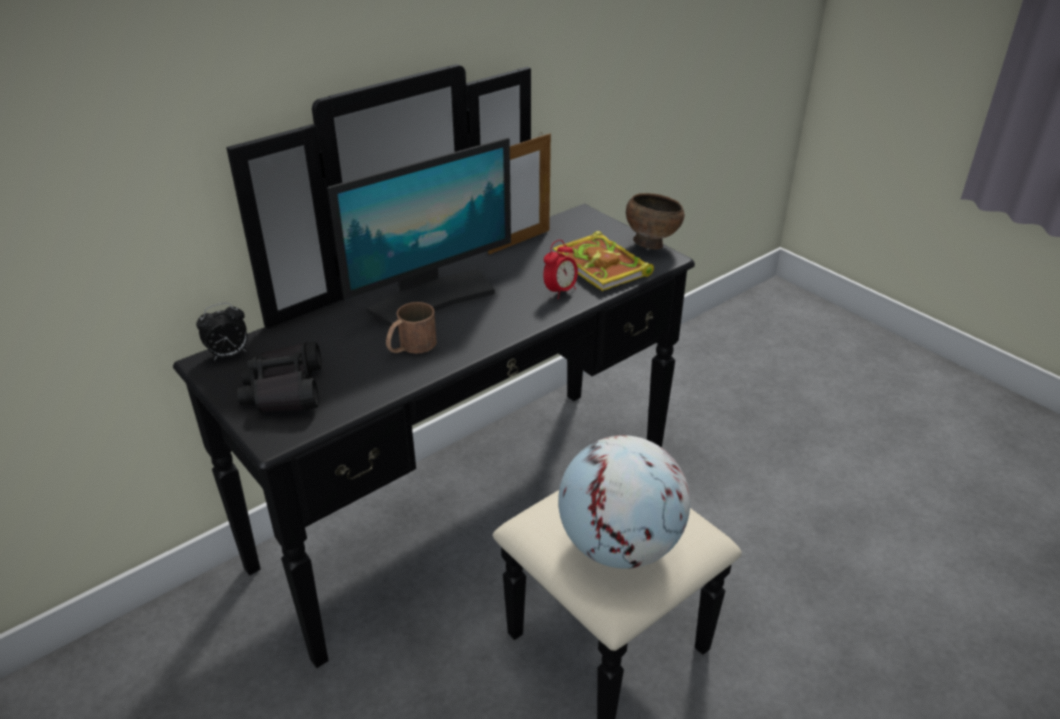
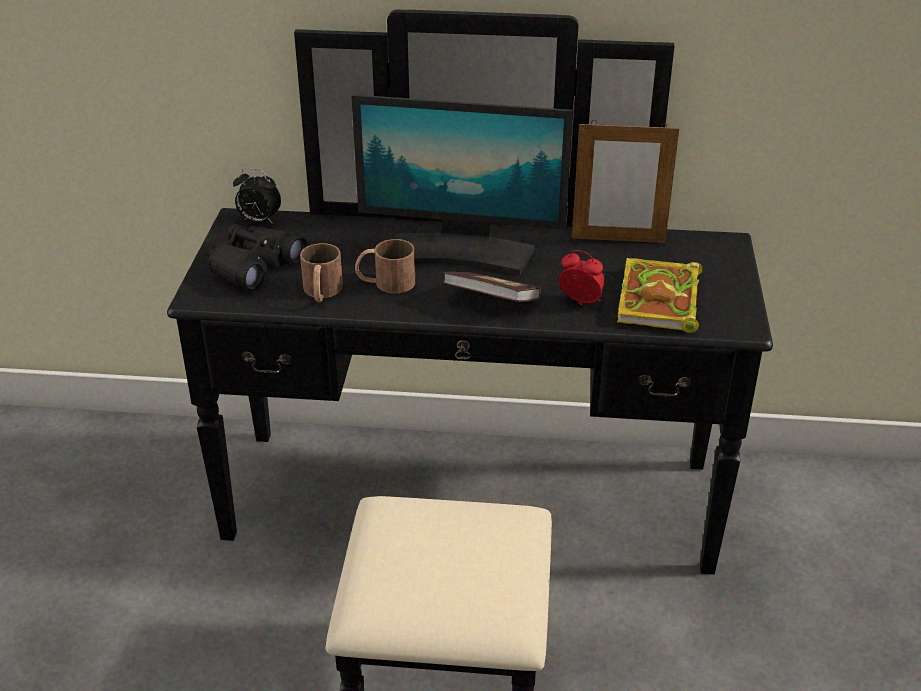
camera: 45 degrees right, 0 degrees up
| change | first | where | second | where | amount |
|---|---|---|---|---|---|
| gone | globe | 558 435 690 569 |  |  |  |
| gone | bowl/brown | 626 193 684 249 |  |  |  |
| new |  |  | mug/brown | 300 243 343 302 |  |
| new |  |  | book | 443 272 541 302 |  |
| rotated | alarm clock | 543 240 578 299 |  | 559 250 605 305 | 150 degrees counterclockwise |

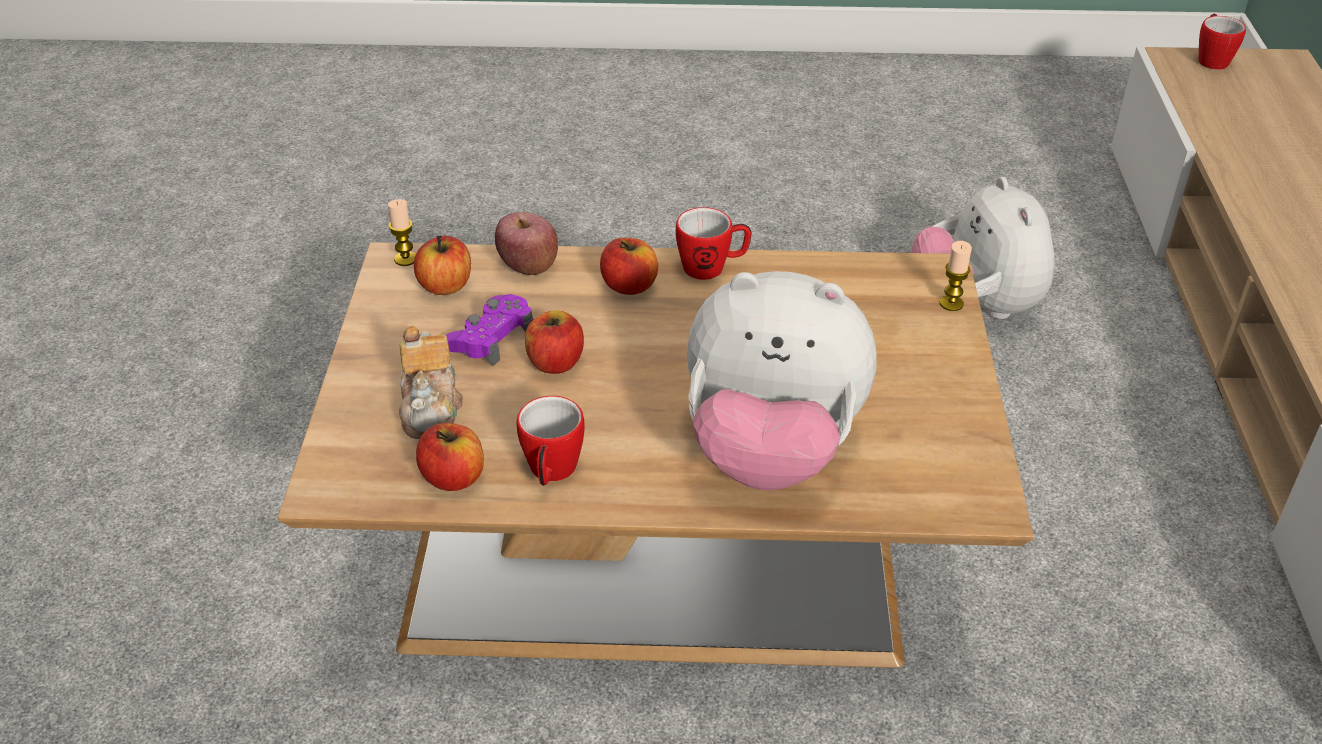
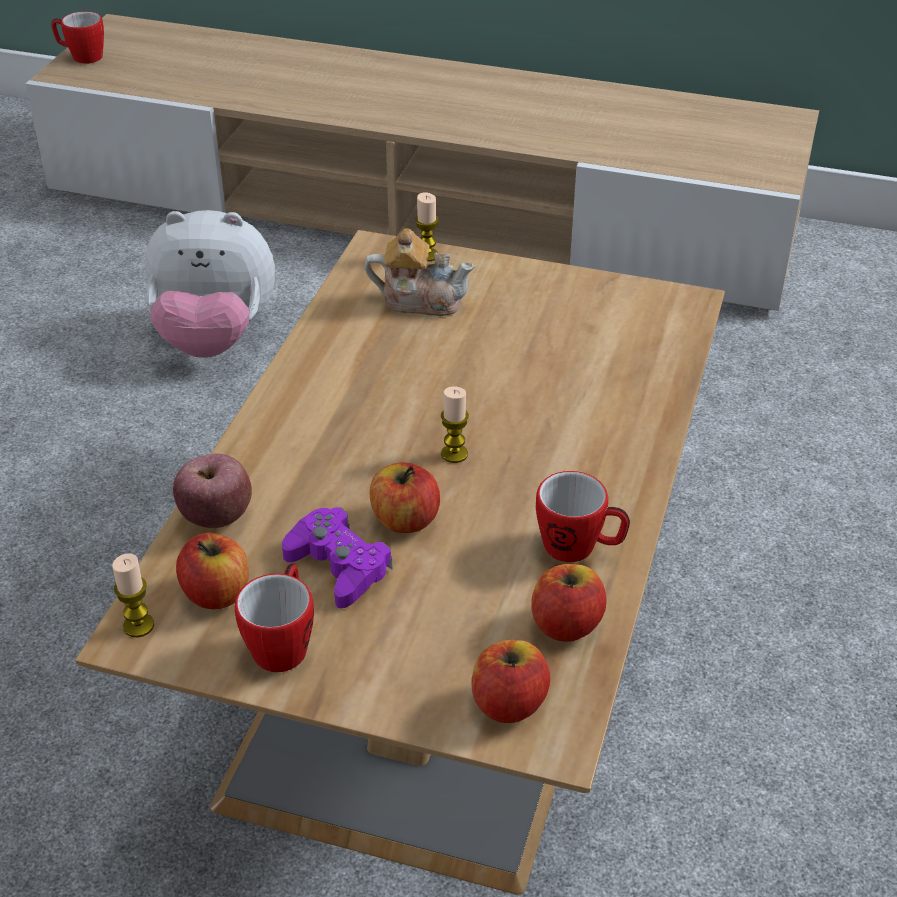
camera: 75 degrees left, 0 degrees up
| change | first | where | second | where | amount |
|---|---|---|---|---|---|
| gone | plush toy | 687 271 877 490 |  |  |  |
| new |  |  | candle | 441 386 469 463 |  |
| shifted | teapot | 399 326 463 439 |  | 365 229 474 316 |  |
| shifted | apple | 600 238 658 295 |  | 471 640 550 723 |  |
| shifted | mug | 676 207 751 280 |  | 235 563 314 672 |  |

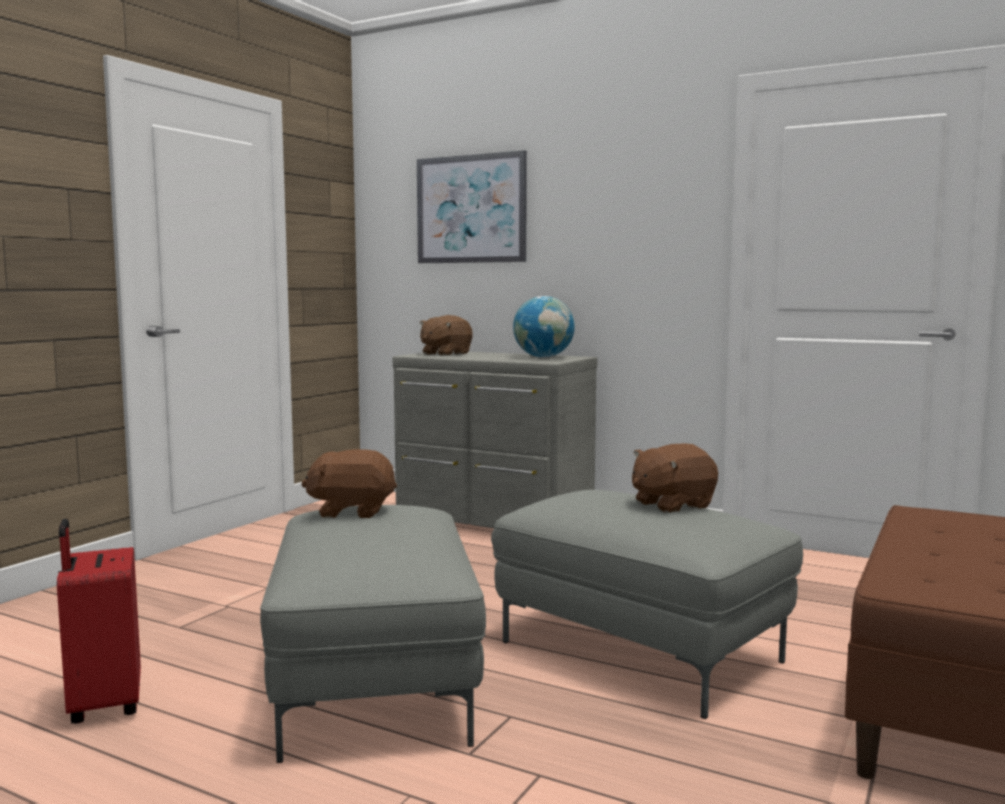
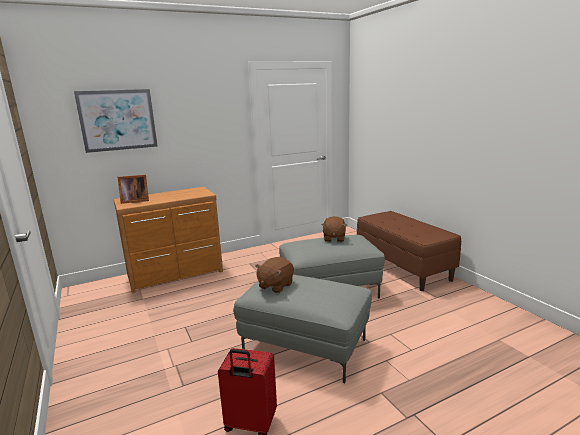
camera: 55 degrees left, 10 degrees up
| change | first | where | second | where | amount |
|---|---|---|---|---|---|
| gone | globe | 513 296 575 358 |  |  |  |
| swapped | plush toy/brown | 420 315 473 356 | picture frame | 118 175 149 204 |  |
| repainted | dresser/grey | 393 351 597 528 | dresser/brown | 114 187 223 293 |  |

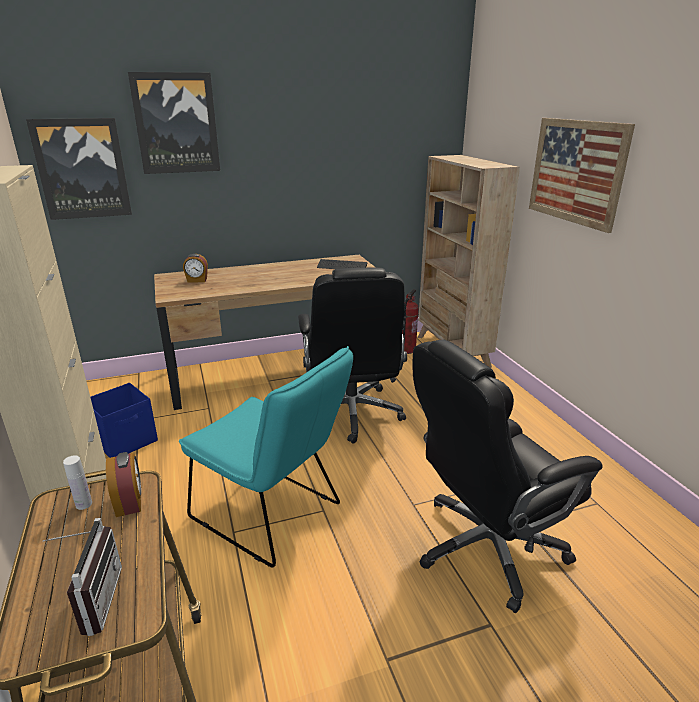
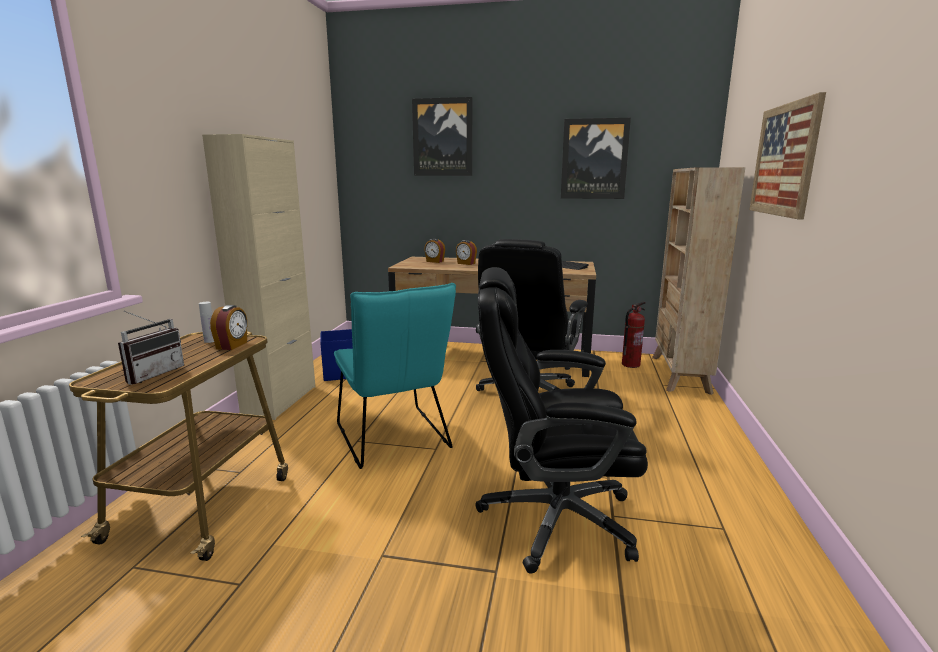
camera: 30 degrees right, 10 degrees down
| change | first | where | second | where | amount |
|---|---|---|---|---|---|
| new |  |  | alarm clock | 456 240 477 265 |  |
| shifted | picture | 26 118 132 220 |  | 561 118 631 199 |  |

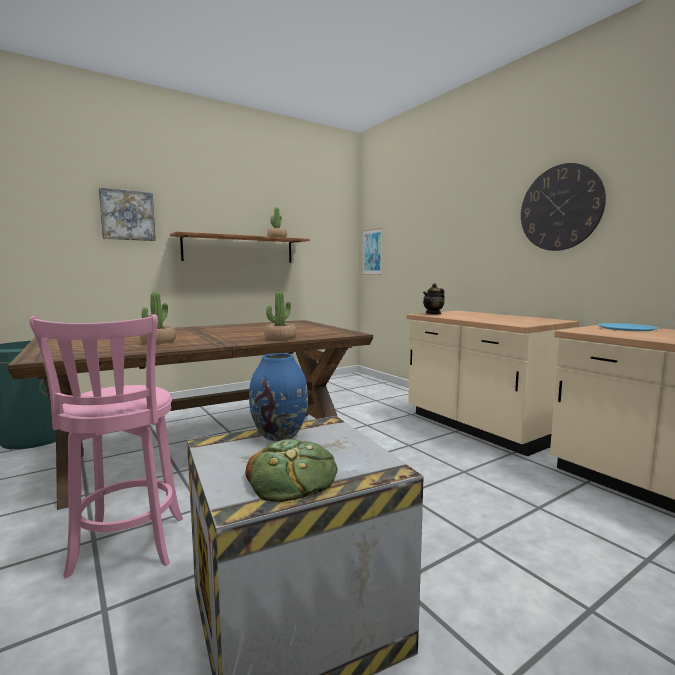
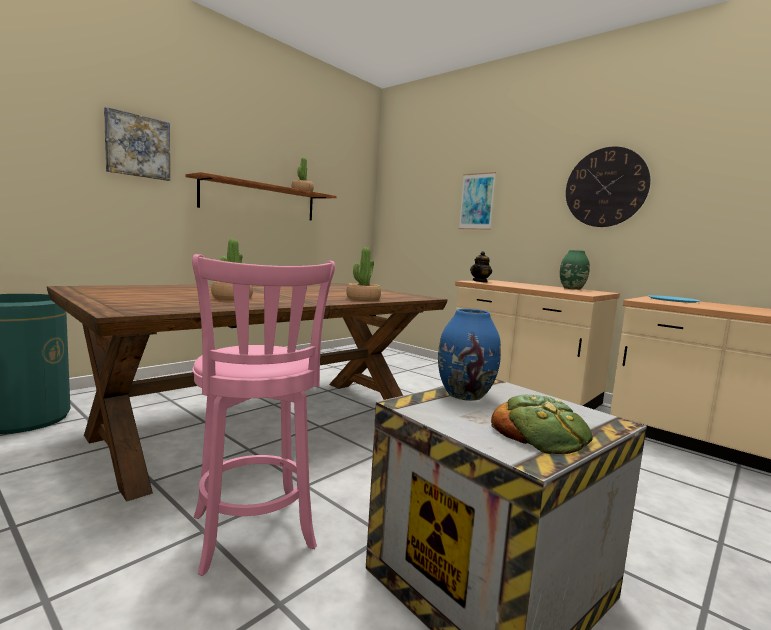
camera: 15 degrees left, 0 degrees up
| change | first | where | second | where | amount |
|---|---|---|---|---|---|
| new |  |  | vase/green | 560 250 590 290 |  |
| shifted | picture | 363 228 382 275 |  | 459 172 496 230 |  |

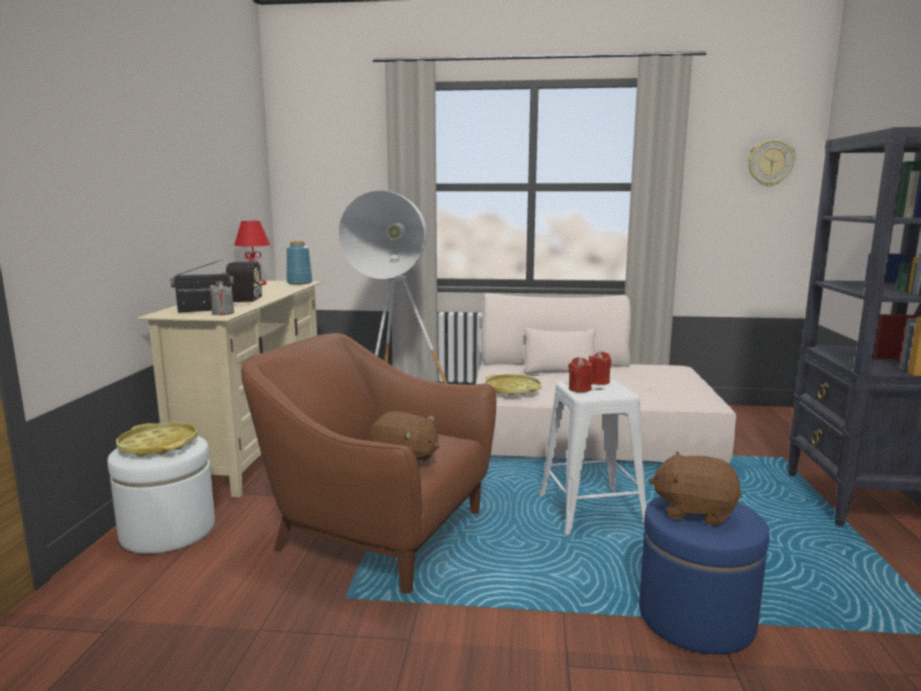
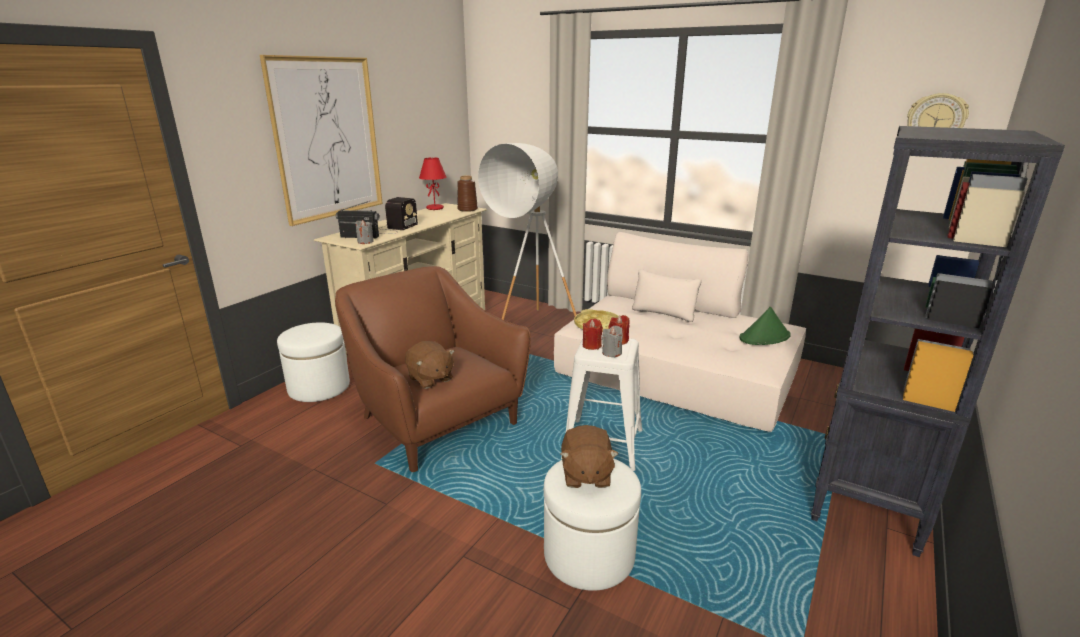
camera: 25 degrees right, 10 degrees up
| change | first | where | second | where | amount |
|---|---|---|---|---|---|
| gone | tray/yellow | 116 422 198 457 |  |  |  |
| new |  |  | picture | 260 55 383 226 |  |
| new |  |  | candle/grey | 602 326 623 357 |  |
| new |  |  | hat/green | 740 307 791 345 |  |
| repainted | vase/blue | 287 241 312 284 | vase/brown | 457 176 478 212 |  |
| repainted | ottoman/blue | 639 496 769 655 | ottoman/white | 544 458 641 591 |  |
| rotated | plush toy/brown | 649 451 742 526 |  | 561 425 618 488 | 135 degrees counterclockwise |

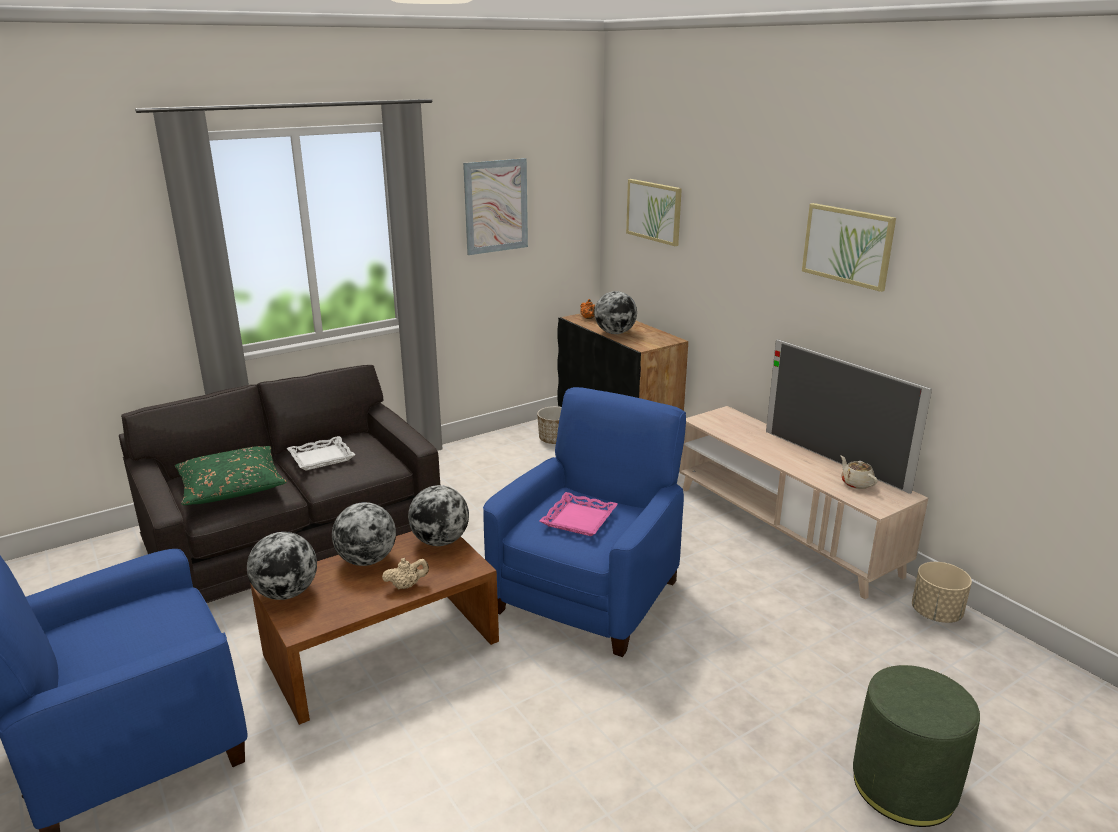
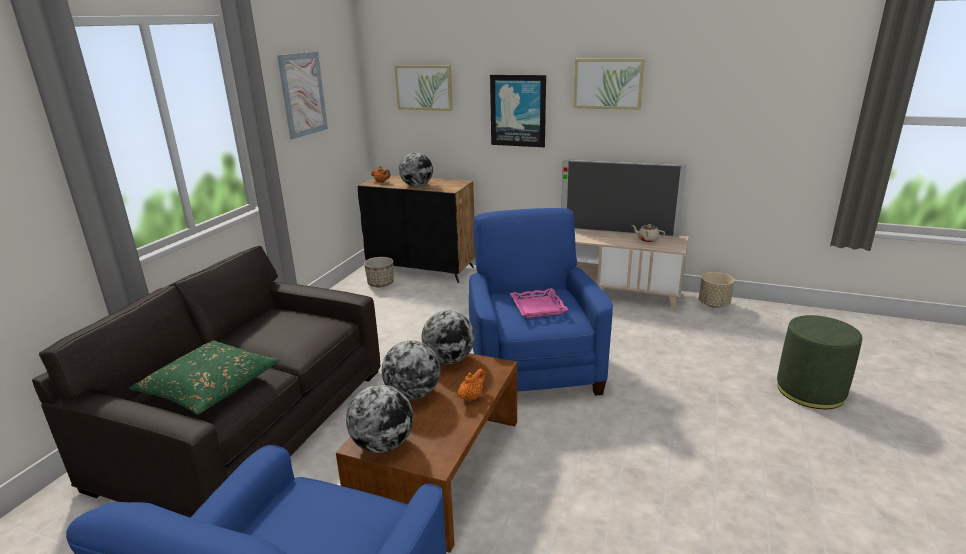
camera: 35 degrees left, 0 degrees up
| change | first | where | second | where | amount |
|---|---|---|---|---|---|
| gone | tray/white | 287 436 355 470 |  |  |  |
| new |  |  | picture | 490 75 546 147 |  |
| repainted | teapot/beige | 382 558 429 589 | teapot/orange | 457 369 485 402 |  |

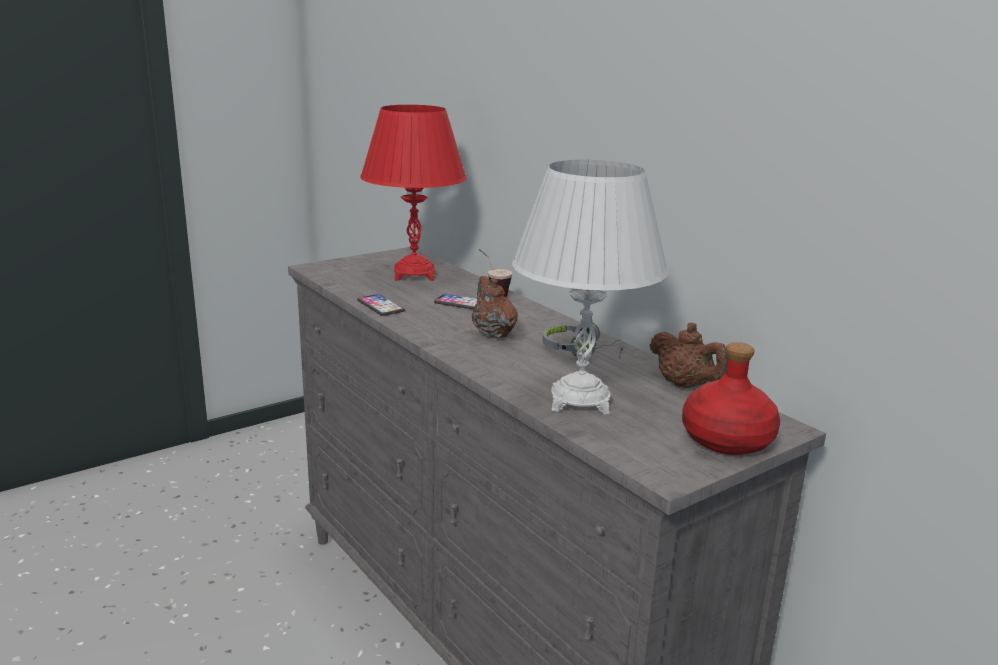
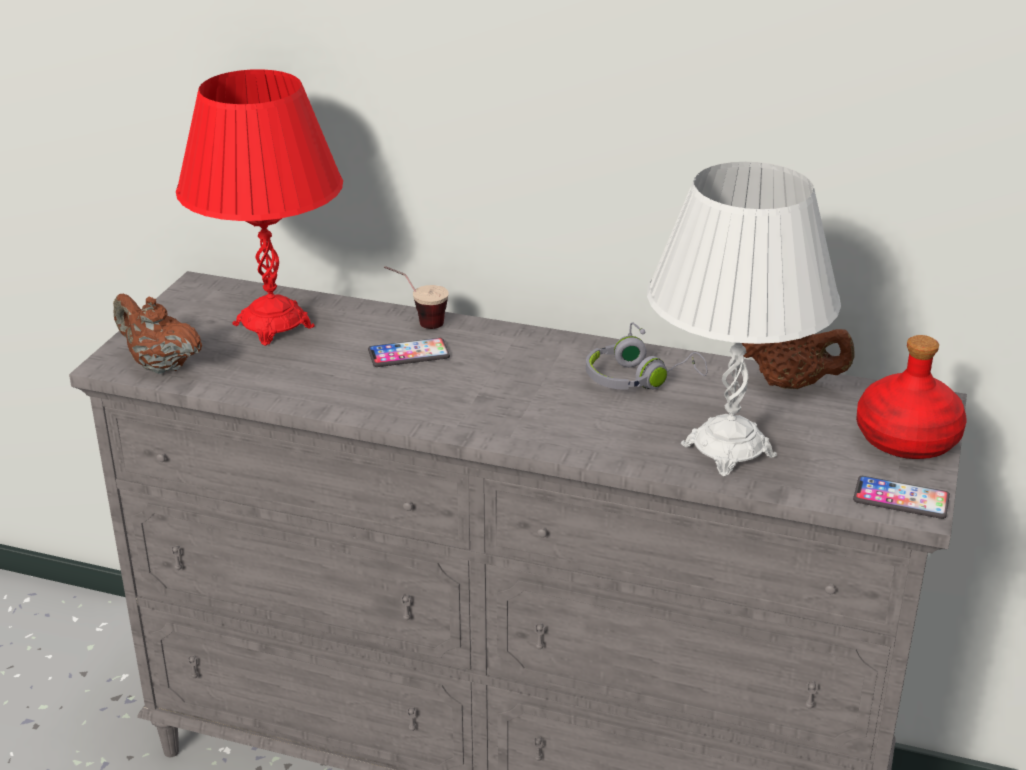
camera: 35 degrees left, 10 degrees up
| change | first | where | second | where | amount |
|---|---|---|---|---|---|
| shifted | phone | 357 294 405 316 |  | 853 476 950 519 |  |
| shifted | teapot/brown | 472 276 518 338 |  | 113 294 202 374 |  |

